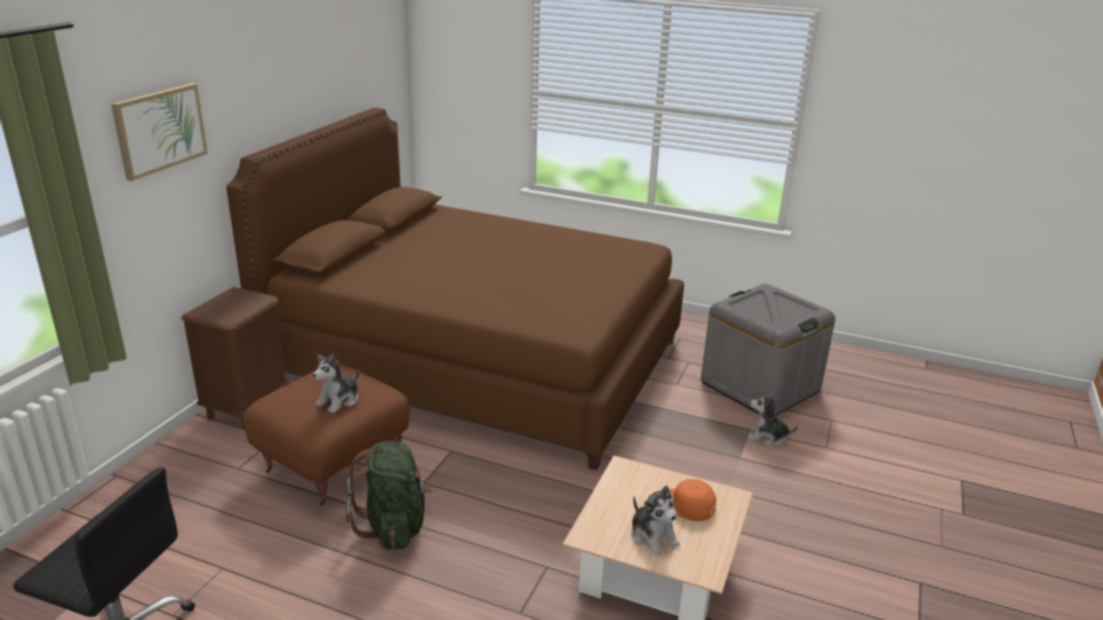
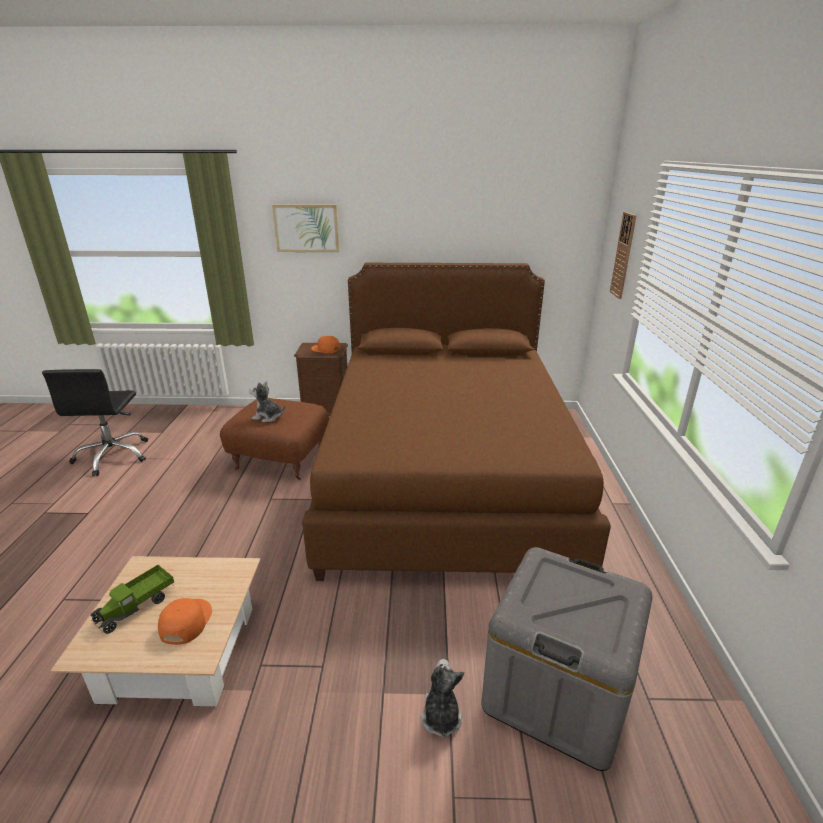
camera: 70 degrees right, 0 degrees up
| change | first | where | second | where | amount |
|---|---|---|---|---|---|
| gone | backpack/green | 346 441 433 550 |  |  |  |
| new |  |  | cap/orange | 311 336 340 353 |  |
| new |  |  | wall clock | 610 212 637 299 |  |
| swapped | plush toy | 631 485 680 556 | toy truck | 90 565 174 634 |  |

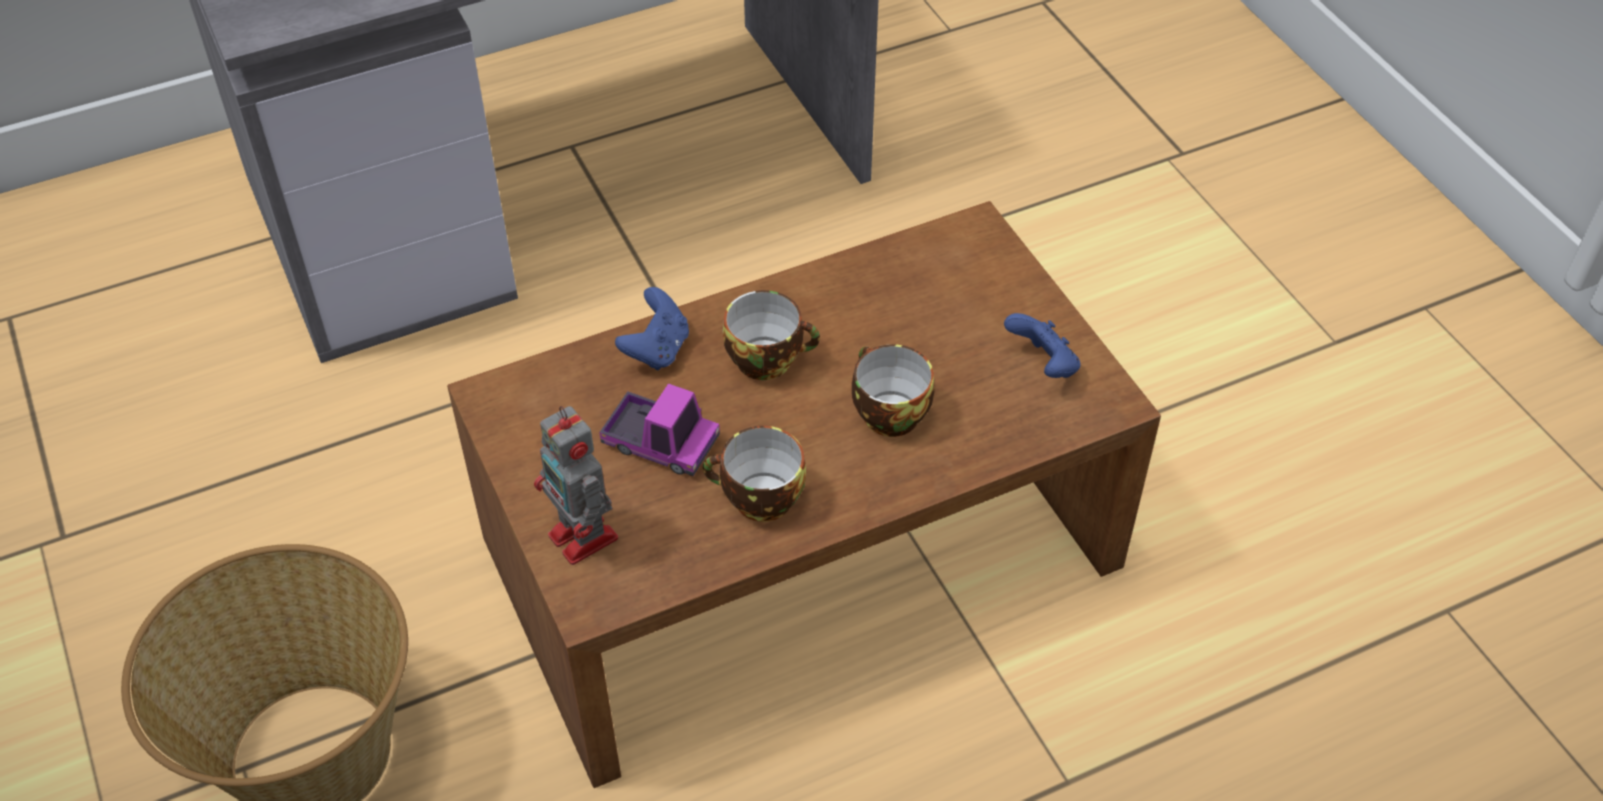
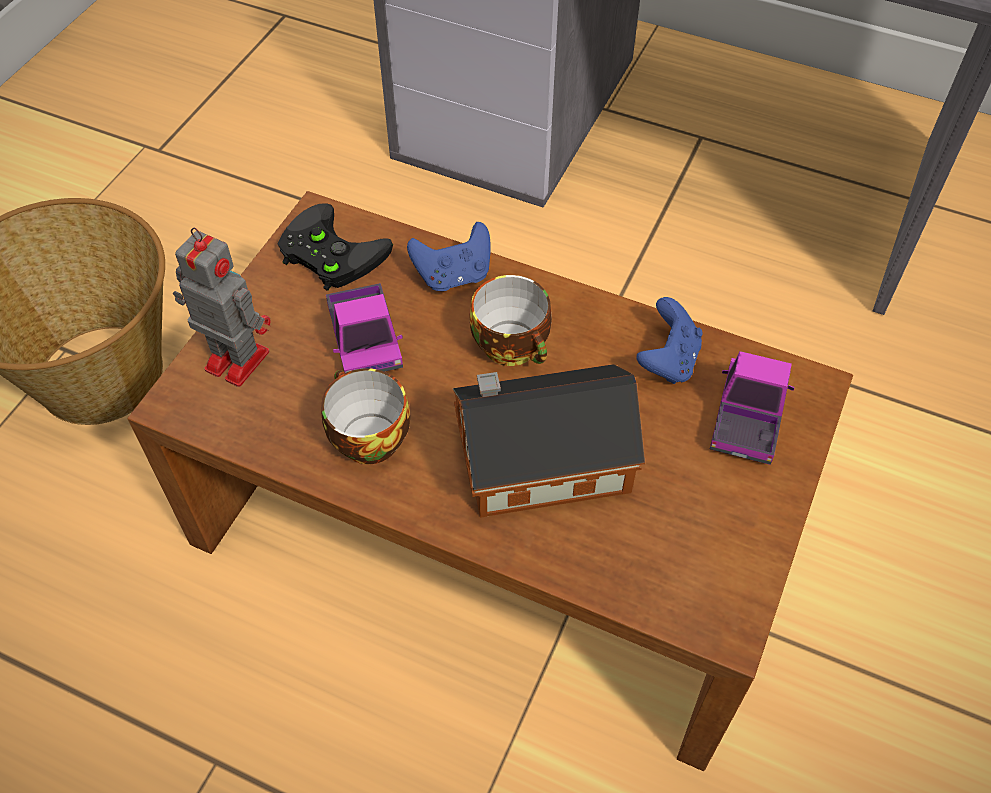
camera: 50 degrees right, 5 degrees up
| change | first | where | second | where | amount |
|---|---|---|---|---|---|
| new |  |  | game controller/black | 277 203 393 291 |  |
| new |  |  | toy truck | 710 351 795 465 |  |
| shifted | game controller/blue | 1004 313 1080 378 |  | 636 297 703 384 |  |
| swapped | cup | 852 344 935 437 | toy house | 453 364 645 518 |  |
| rotated | toy robot | 534 406 619 565 |  | 173 228 270 387 | 105 degrees clockwise |

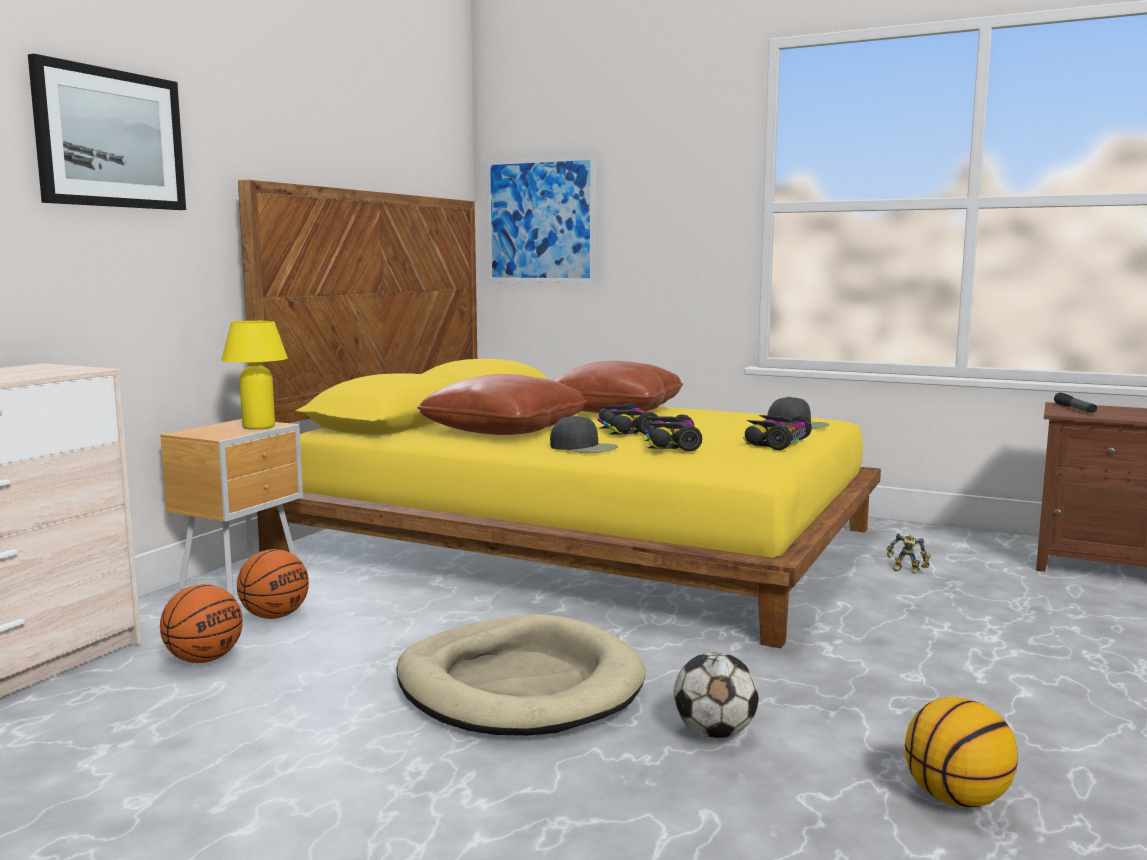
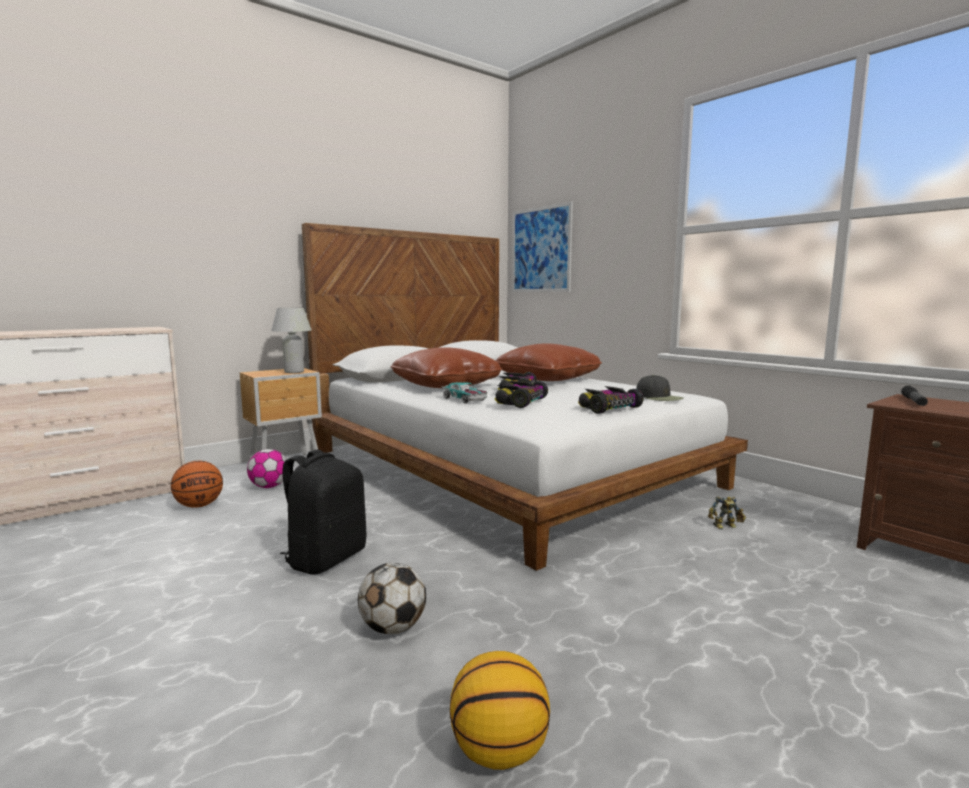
camera: 25 degrees right, 0 degrees up
| change | first | where | second | where | amount |
|---|---|---|---|---|---|
| gone | picture | 28 54 186 210 |  |  |  |
| swapped | basketball | 237 549 309 619 | football | 247 449 287 488 |  |
| swapped | dog bed/beige | 396 614 646 736 | backpack/black | 280 449 366 575 |  |
| swapped | cap/black | 550 415 618 453 | toy car | 442 382 487 403 |  |
| repainted | table lamp/yellow | 222 321 288 430 | table lamp/white | 271 308 312 373 |  |
| repainted | bed/yellow | 238 180 881 648 | bed/white | 302 223 748 571 |  |
| rotated | toy robot | 887 533 931 573 |  | 708 496 746 530 | 60 degrees counterclockwise |

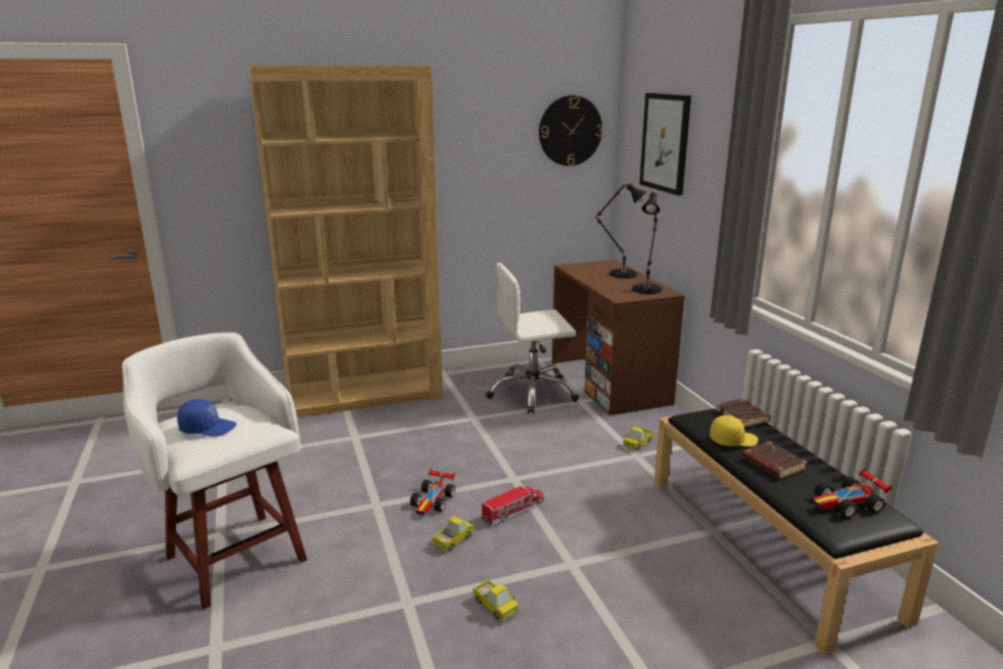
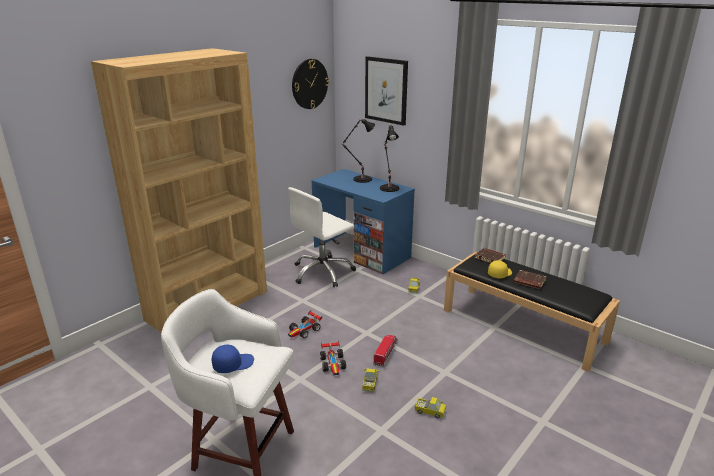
camera: 30 degrees left, 5 degrees up
| change | first | where | second | where | amount |
|---|---|---|---|---|---|
| shifted | toy car | 812 468 892 518 |  | 288 311 322 338 |  |
| repainted | desk/brown | 552 260 685 415 | desk/blue | 311 169 415 274 |  |

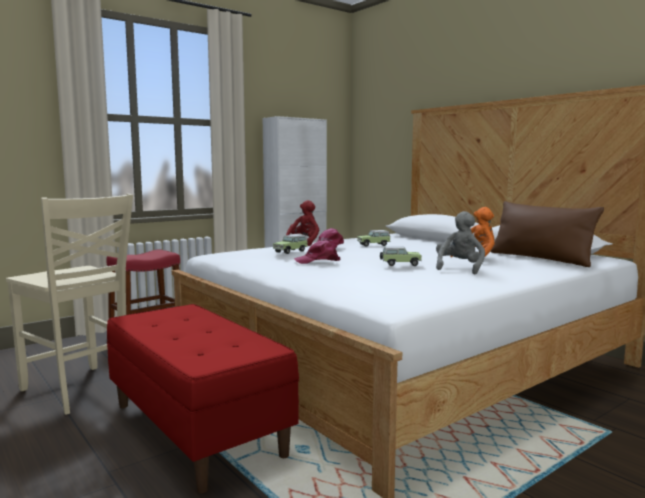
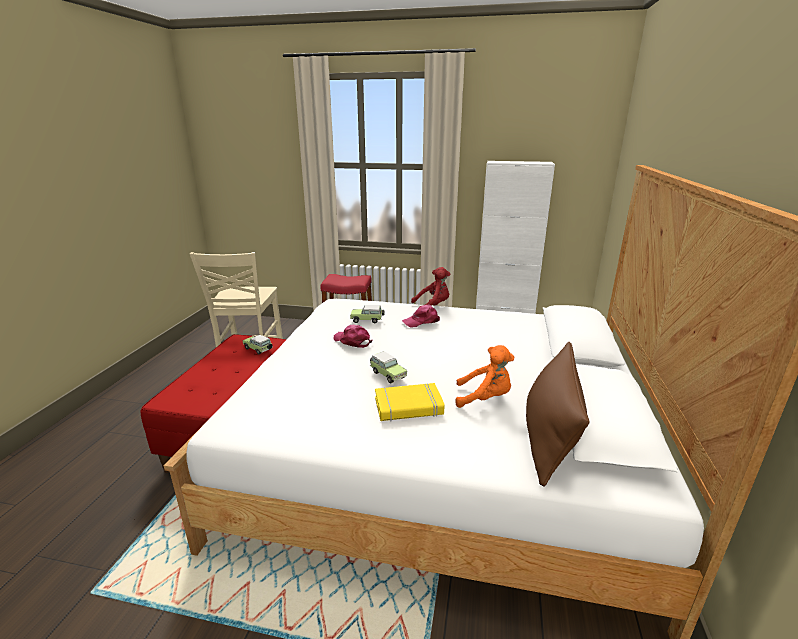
camera: 50 degrees right, 15 degrees up
| change | first | where | second | where | amount |
|---|---|---|---|---|---|
| shifted | toy car | 357 230 391 247 |  | 243 335 273 354 |  |
| swapped | plush toy/grey | 436 211 485 275 | book/yellow | 375 383 445 421 |  |

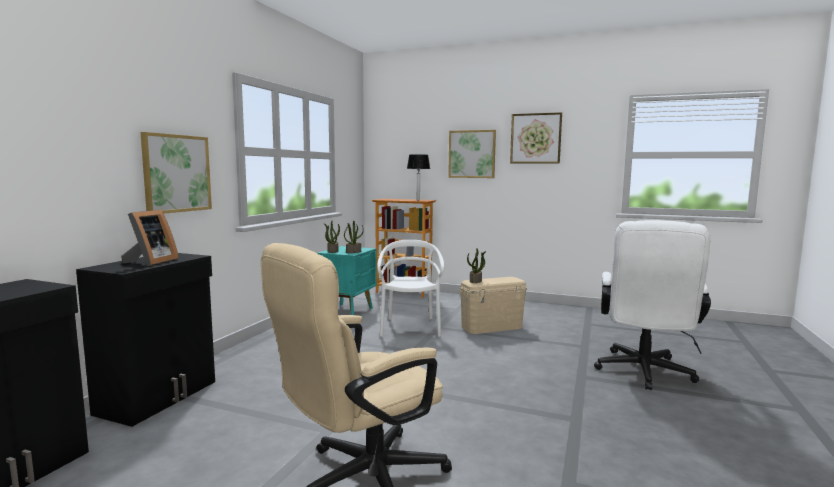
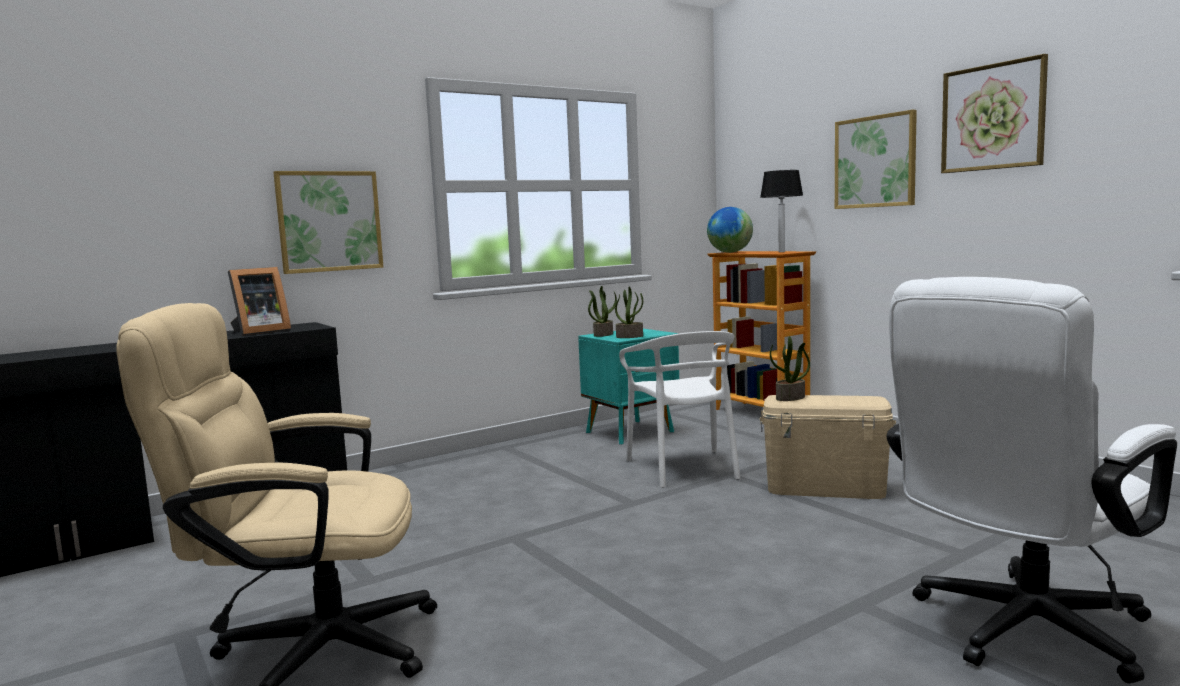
camera: 35 degrees right, 0 degrees up
| change | first | where | second | where | amount |
|---|---|---|---|---|---|
| new |  |  | globe | 707 207 753 253 |  |
| rotated | chair/white | 377 240 444 337 |  | 619 331 740 488 | 135 degrees clockwise |

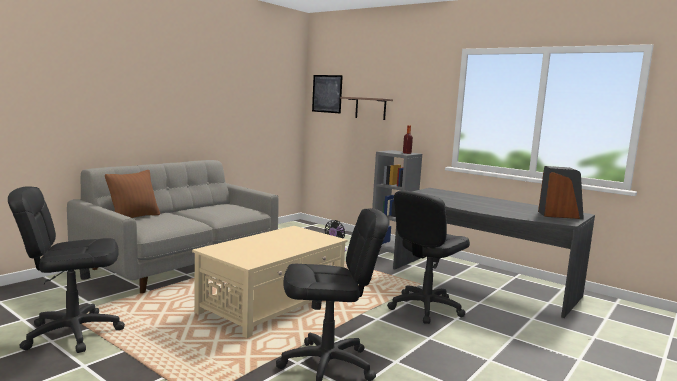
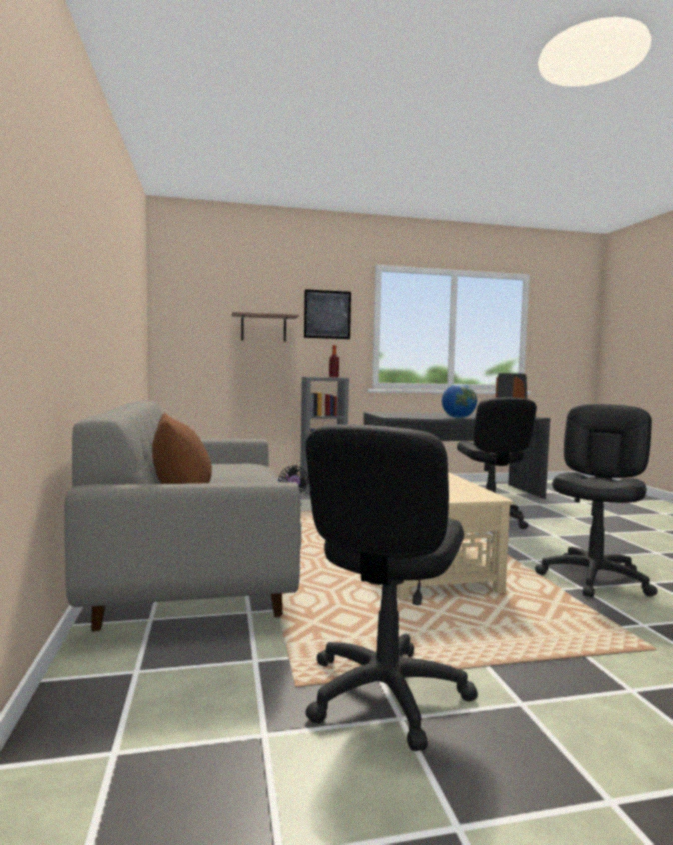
camera: 50 degrees left, 5 degrees down
| change | first | where | second | where | amount |
|---|---|---|---|---|---|
| new |  |  | globe | 442 384 477 418 |  |
| shifted | picture | 312 75 343 114 |  | 304 289 351 339 |  |

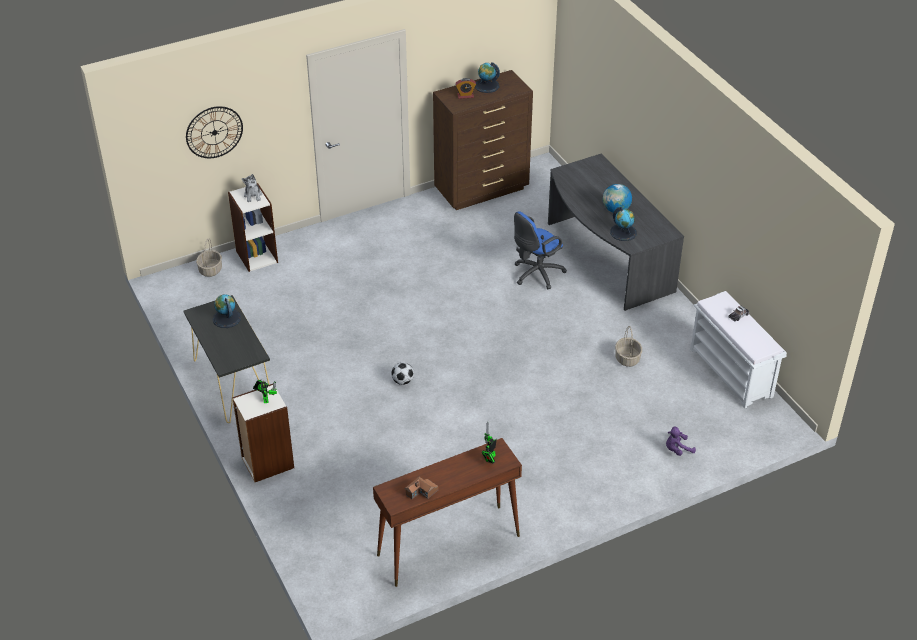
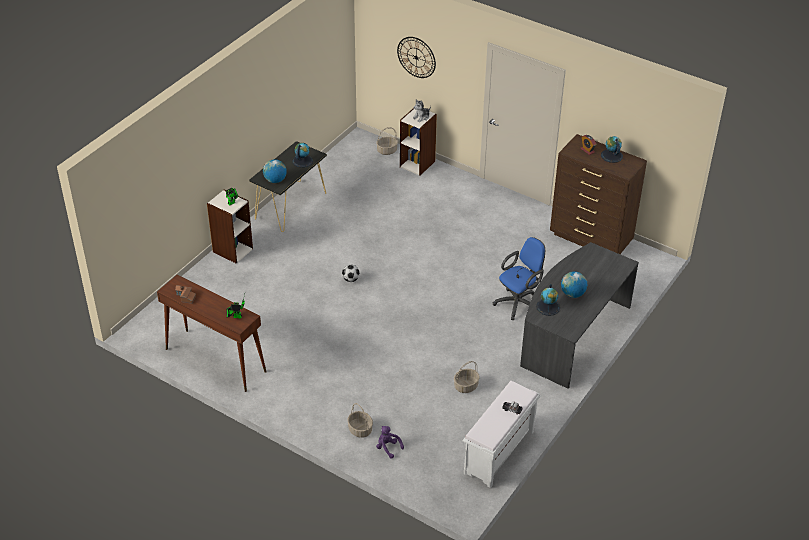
camera: 60 degrees right, 0 degrees up
| change | first | where | second | where | amount |
|---|---|---|---|---|---|
| new |  |  | globe | 263 159 287 183 |  |
| new |  |  | basket | 347 403 373 438 |  |
| rotated | office chair/blue | 514 211 567 289 |  | 493 237 545 320 | 120 degrees clockwise |

